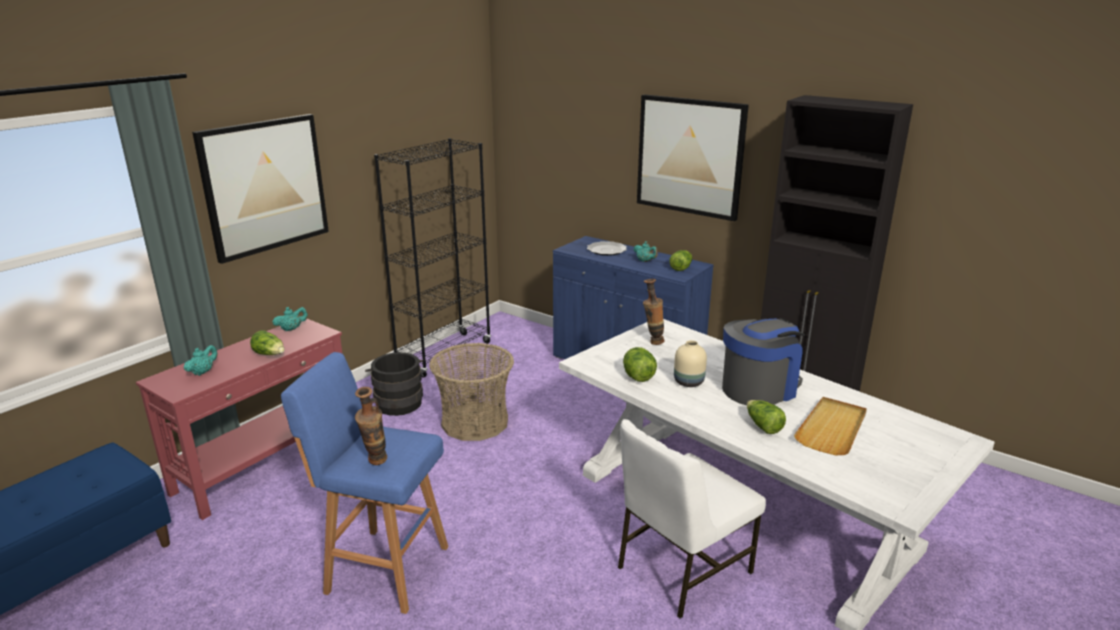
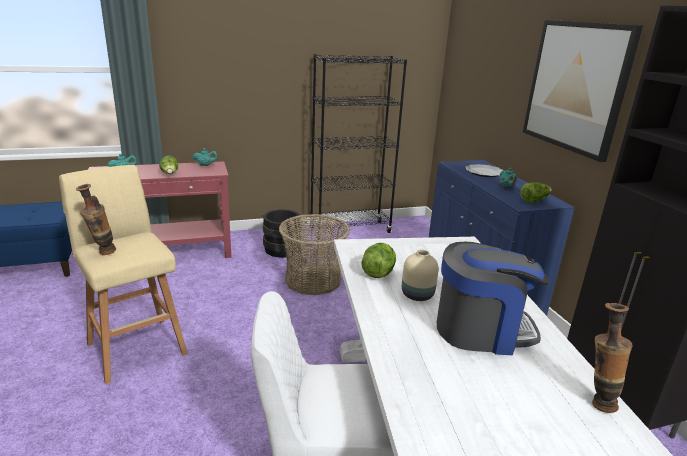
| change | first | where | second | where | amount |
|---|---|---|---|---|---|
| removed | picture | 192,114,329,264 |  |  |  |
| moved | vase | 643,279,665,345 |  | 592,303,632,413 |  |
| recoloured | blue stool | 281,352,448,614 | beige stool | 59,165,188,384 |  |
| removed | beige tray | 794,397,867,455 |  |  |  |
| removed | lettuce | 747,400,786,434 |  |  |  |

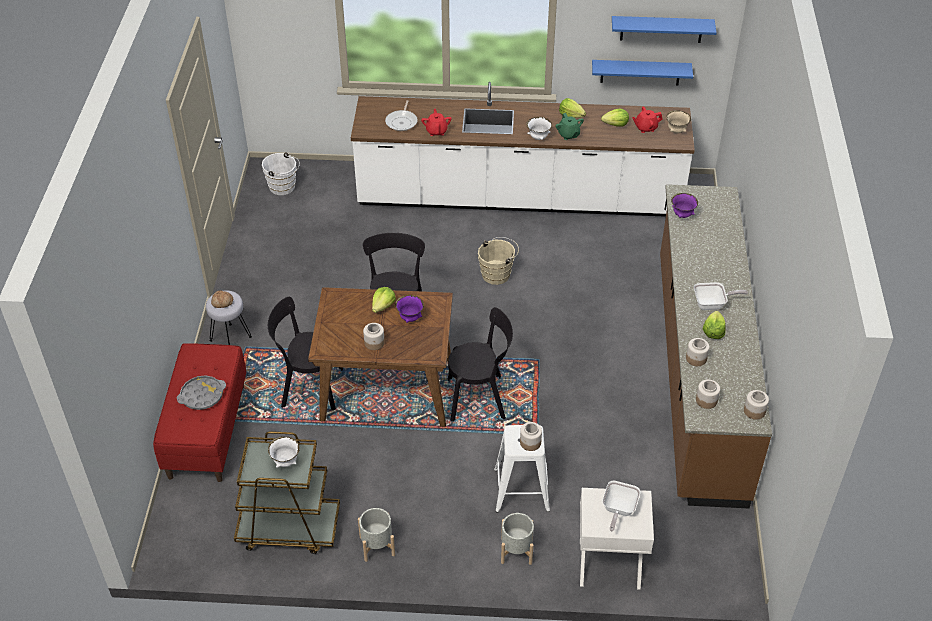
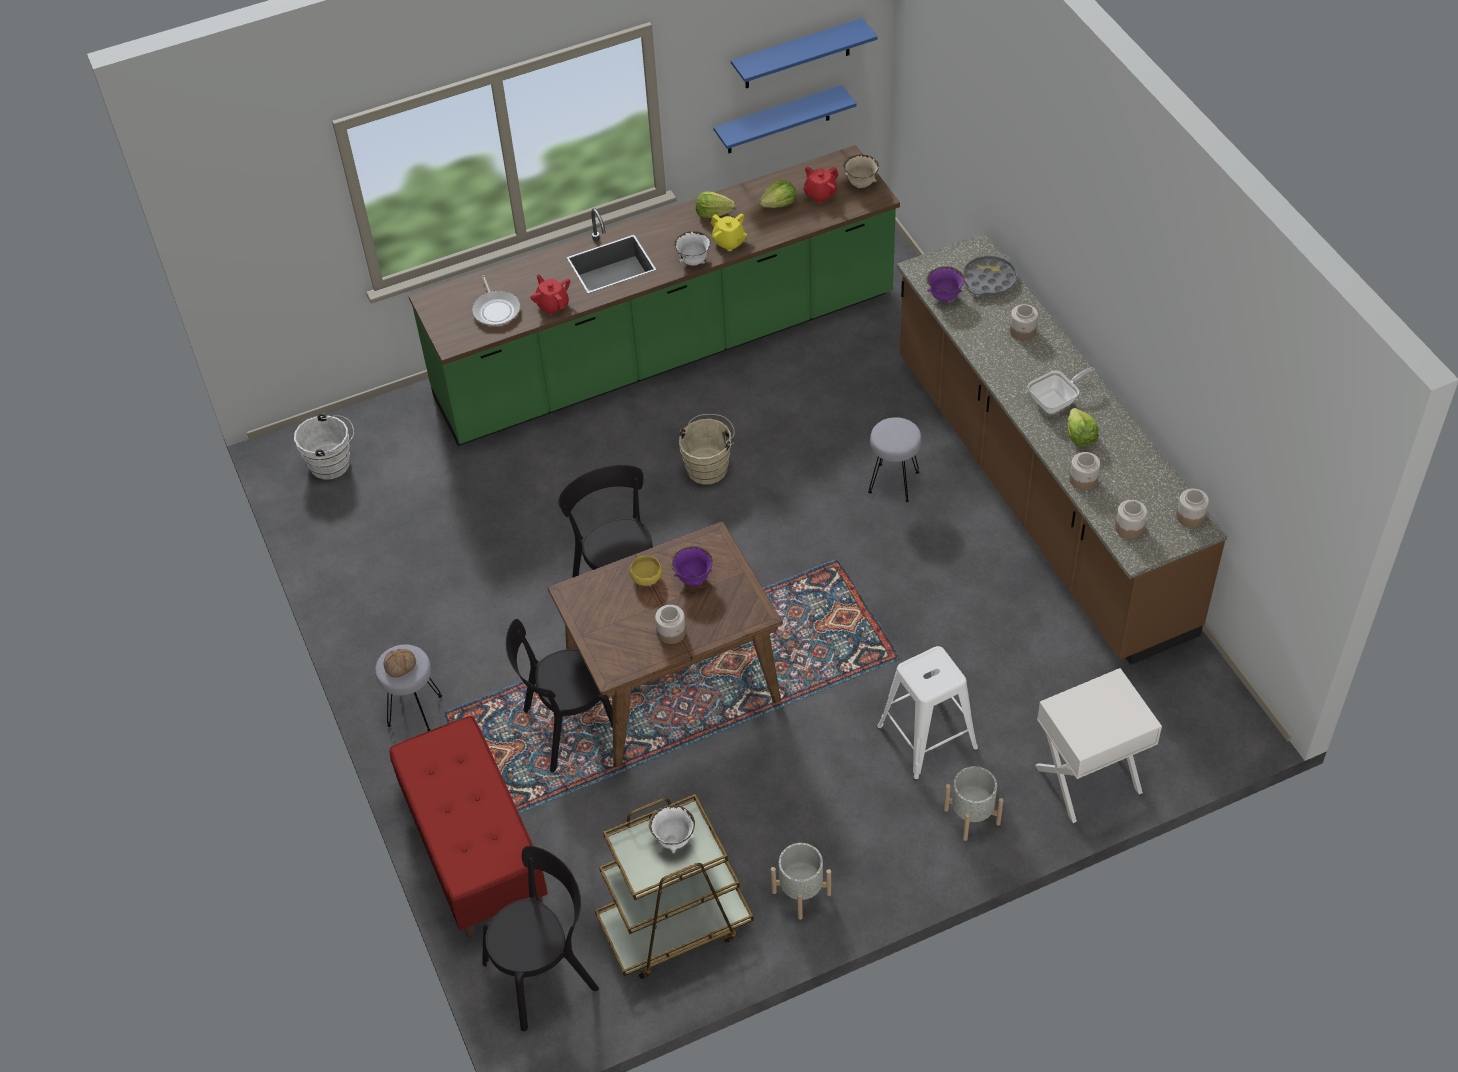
| change | first | where | second | where | amount |
|---|---|---|---|---|---|
| recoloured | white counter | 351,82,695,217 | green counter | 408,145,900,446 |  |
| recoloured | green teapot | 556,113,584,140 | yellow teapot | 711,214,747,251 |  |
| replaced | lettuce | 372,287,396,313 | yellow bowl | 630,556,662,586 |  |
| moved | black chair | 448,307,513,421 |  | 482,846,599,1031 |  |
| moved | grey tray | 177,375,226,410 |  | 962,254,1017,296 |  |
| moved | jar | 520,422,542,451 |  | 1010,304,1038,340 |  |
| removed | frying pan | 602,481,641,531 |  |  |  |
| added |  |  | grey stool | 868,417,922,502 |  |

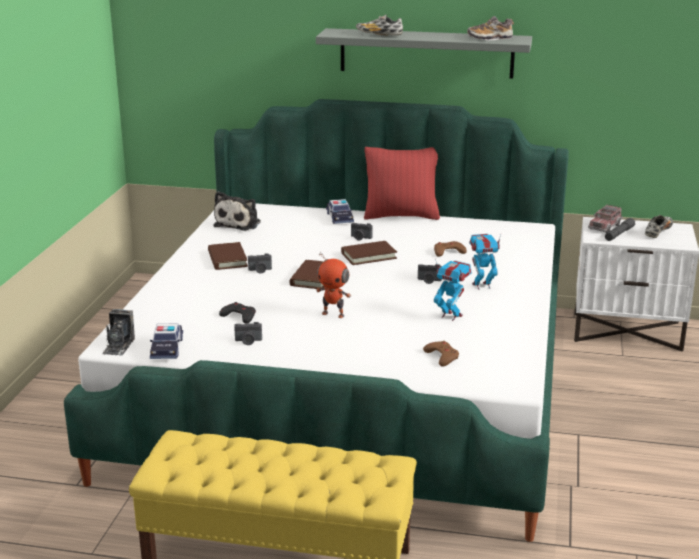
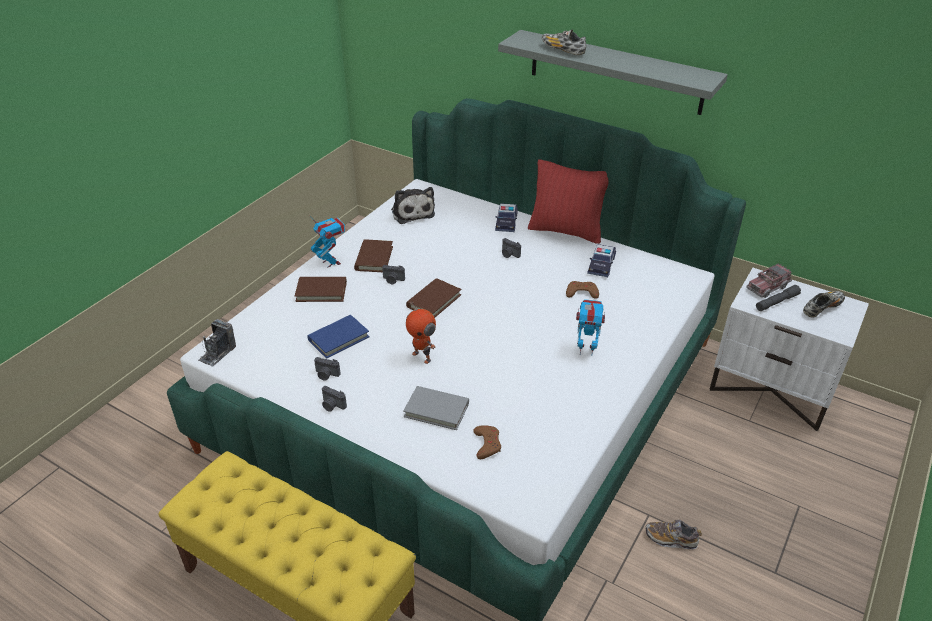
| change | first | where | second | where | amount |
|---|---|---|---|---|---|
| moved | shoe | 467,16,514,40 |  | 645,519,702,550 |  |
| turned | plush toy | 214,191,261,231 |  | 391,187,435,224 | 60 degrees counterclockwise |
| moved | brown book | 341,241,397,265 |  | 295,277,347,302 |  |
| moved | toy robot | 434,259,472,321 |  | 310,216,345,267 |  |
| moved | photo camera | 418,264,442,284 |  | 322,386,347,412 |  |
| replaced | black game controller | 219,302,256,324 | blue book | 307,315,370,359 |  |
| moved | toy car | 150,324,183,359 |  | 587,244,616,277 |  |
| added |  |  | grey book | 403,386,469,430 |  |

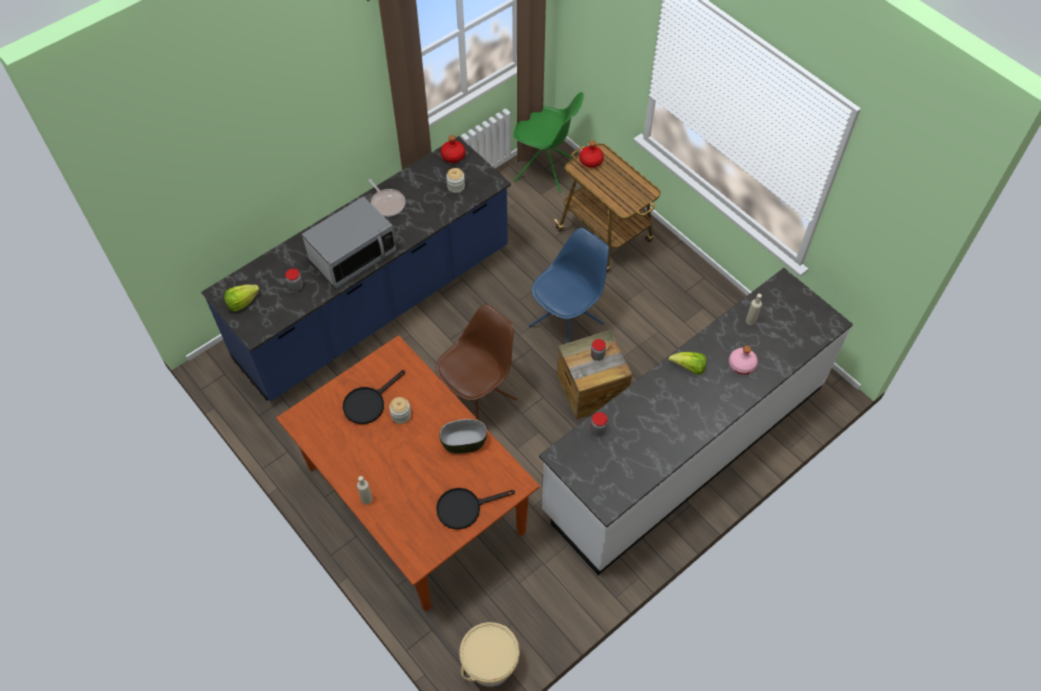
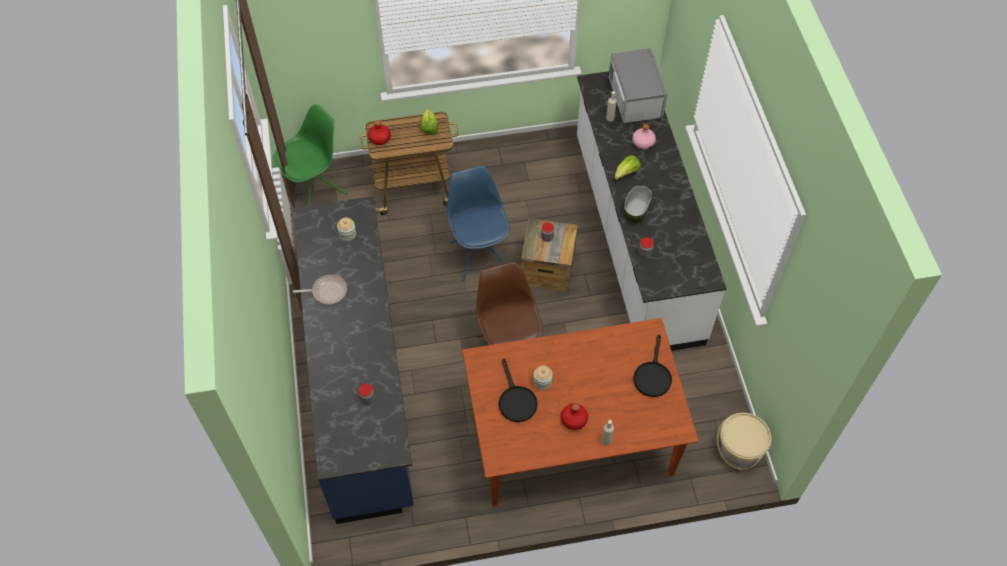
| change | first | where | second | where | amount |
|---|---|---|---|---|---|
| moved | red bottle | 441,135,466,163 |  | 561,403,588,430 |  |
| moved | microwave | 302,196,396,288 |  | 609,48,668,123 |  |
| moved | lettuce | 224,285,260,311 |  | 420,108,438,135 |  |
| moved | bowl | 439,419,487,454 |  | 623,185,652,224 |  |

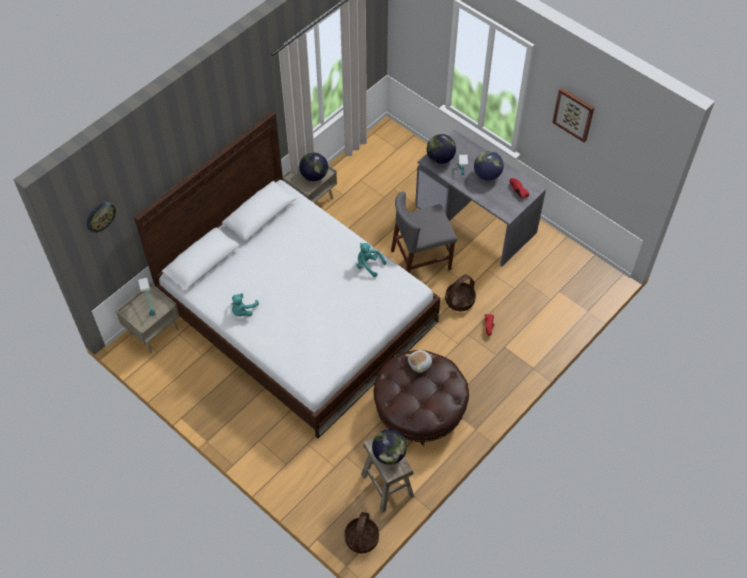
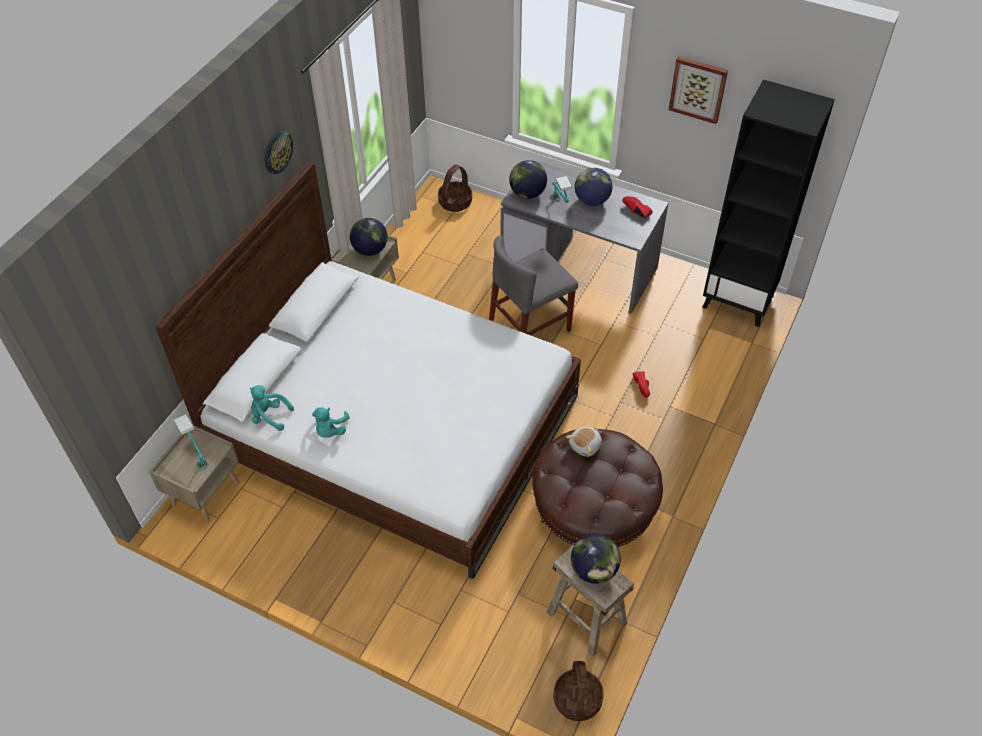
| change | first | where | second | where | amount |
|---|---|---|---|---|---|
| moved | wall clock | 87,202,116,233 |  | 265,131,293,174 |  |
| moved | turquoise plush toy | 357,243,386,277 |  | 250,385,294,431 |  |
| moved | basket | 445,274,476,311 |  | 438,164,472,212 |  |
| added |  |  | black bookcase | 702,79,835,327 |  |

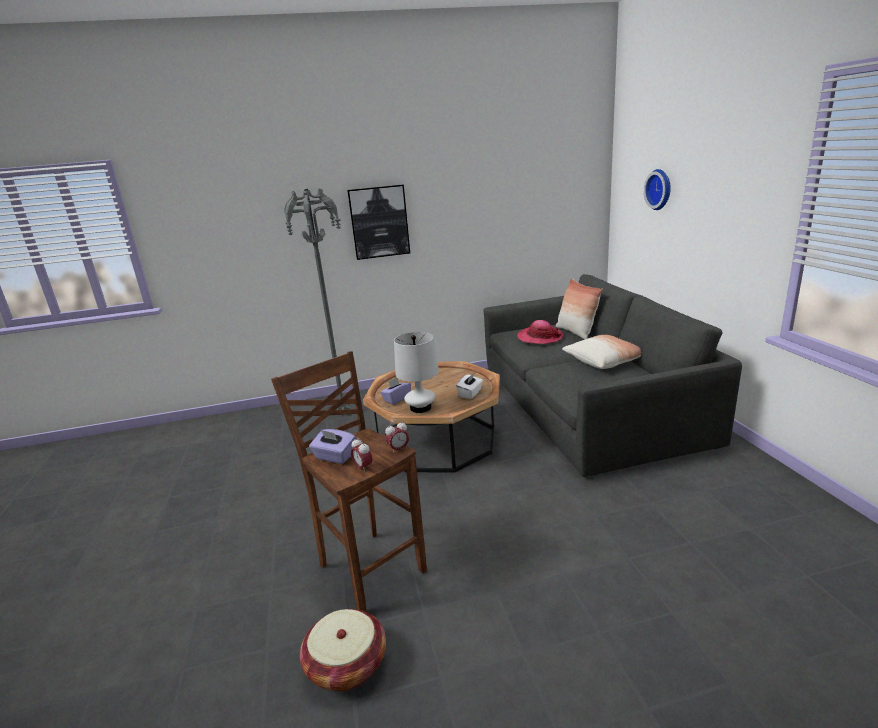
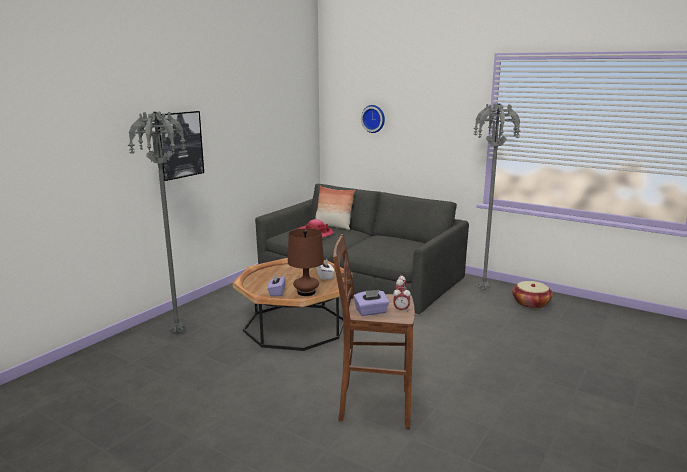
| change | first | where | second | where | amount |
|---|---|---|---|---|---|
| recoloured | white table lamp | 394,332,439,413 | brown table lamp | 288,228,324,296 |  |
| removed | pillow | 562,335,641,369 |  |  |  |
| moved | basket | 300,609,386,691 |  | 512,281,553,309 |  |
| added |  |  | grey floor lamp | 473,103,521,290 |  |

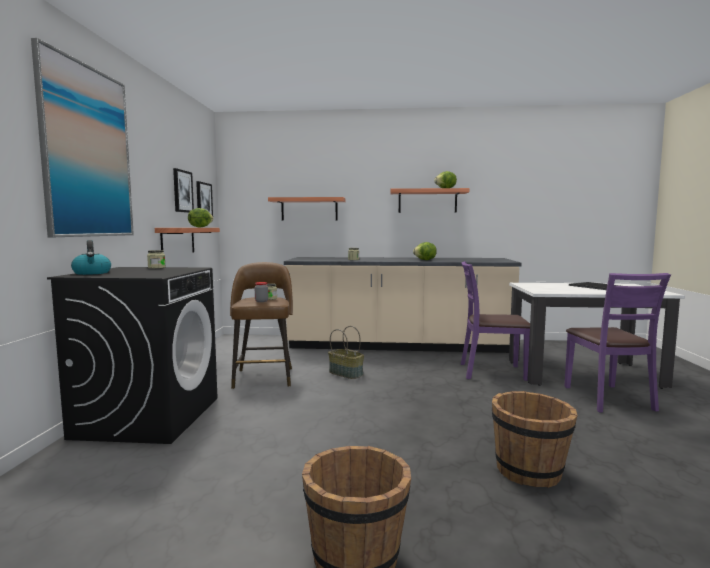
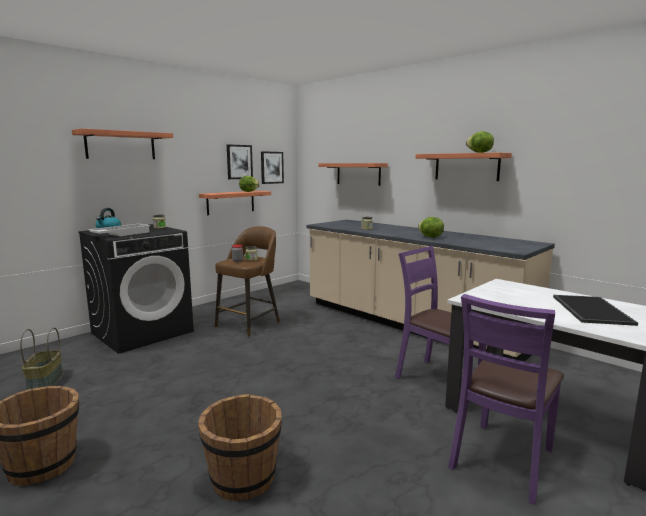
| change | first | where | second | where | amount |
|---|---|---|---|---|---|
| replaced | picture | 31,38,134,237 | shelf | 72,128,173,159 |  |
| moved | basket | 328,326,364,379 |  | 20,327,63,390 |  |
| added |  |  | white tray | 88,224,151,236 |  |

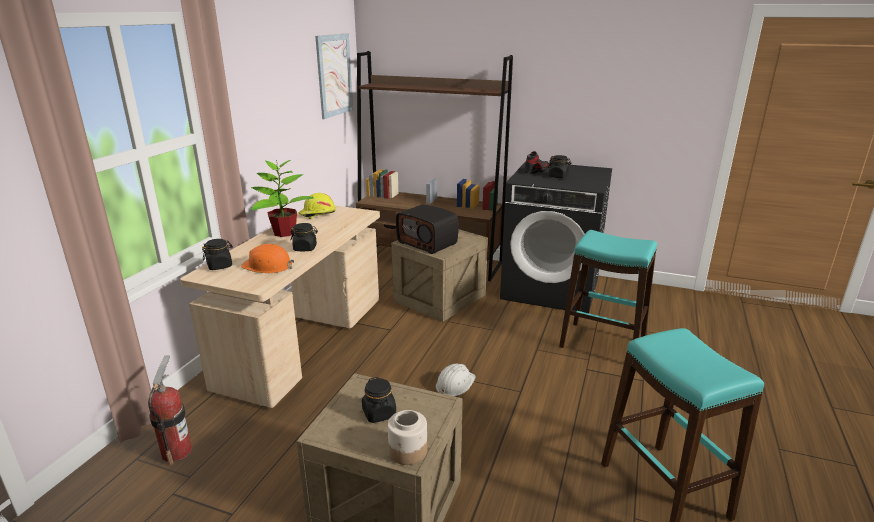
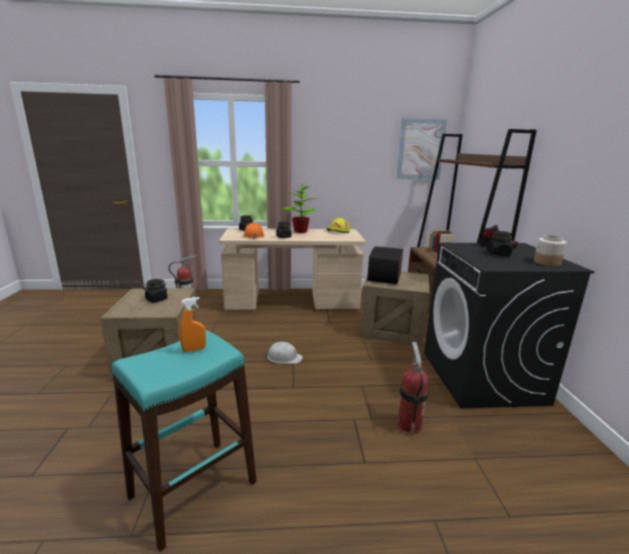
| change | first | where | second | where | amount |
|---|---|---|---|---|---|
| replaced | turquoise stool | 559,230,657,348 | fire extinguisher | 398,342,428,436 |  |
| moved | jar | 388,410,427,465 |  | 534,235,567,266 |  |
| added |  |  | orange spray bottle | 179,297,206,352 |  |

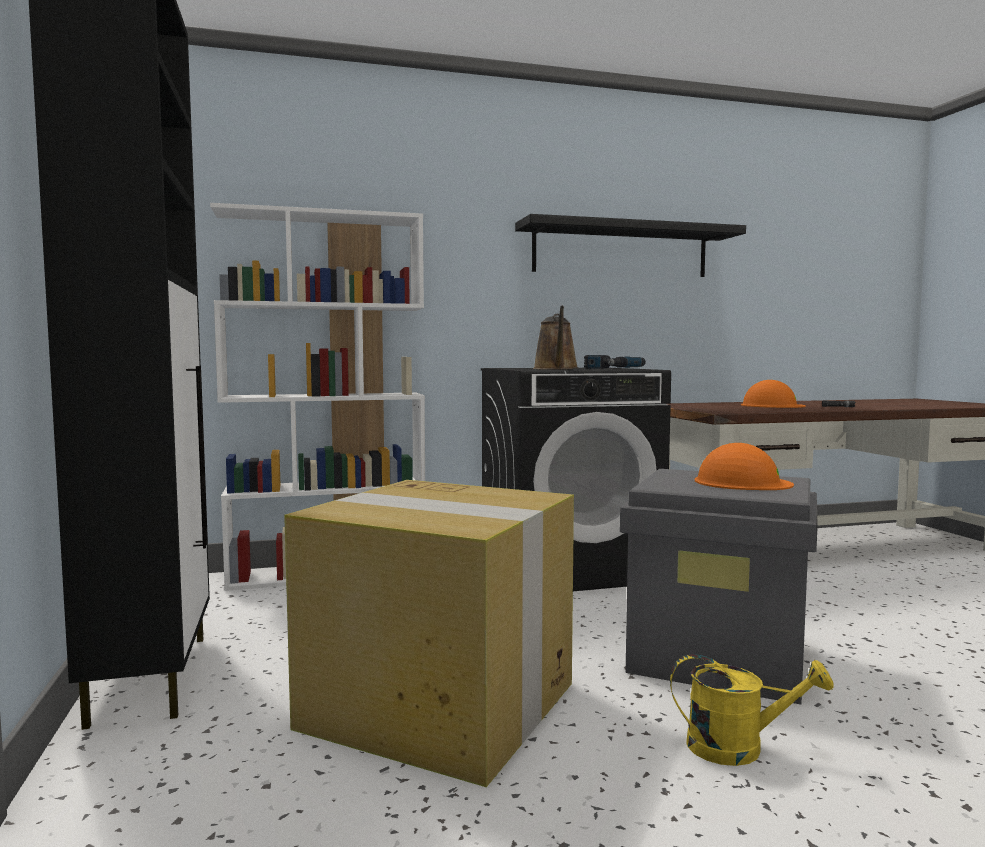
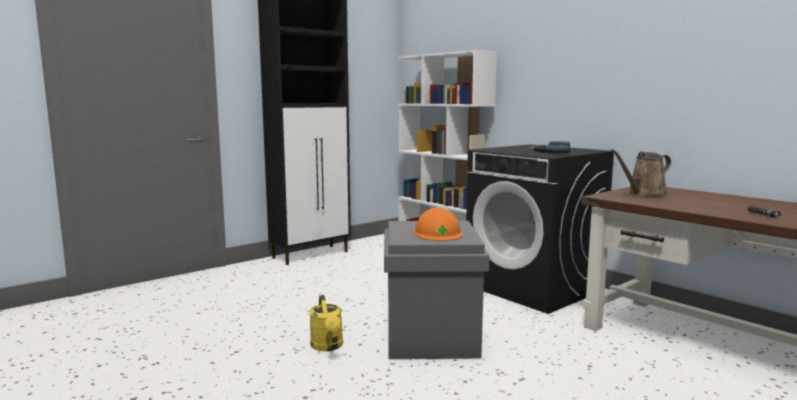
| change | first | where | second | where | amount |
|---|---|---|---|---|---|
| removed | black shelf | 515,214,746,277 |  |  |  |
| moved | brown watering can | 533,306,578,370 |  | 611,149,671,197 |  |
| removed | orange hard hat | 741,380,806,408 |  |  |  |
| removed | cardboard box | 284,480,574,787 |  |  |  |

